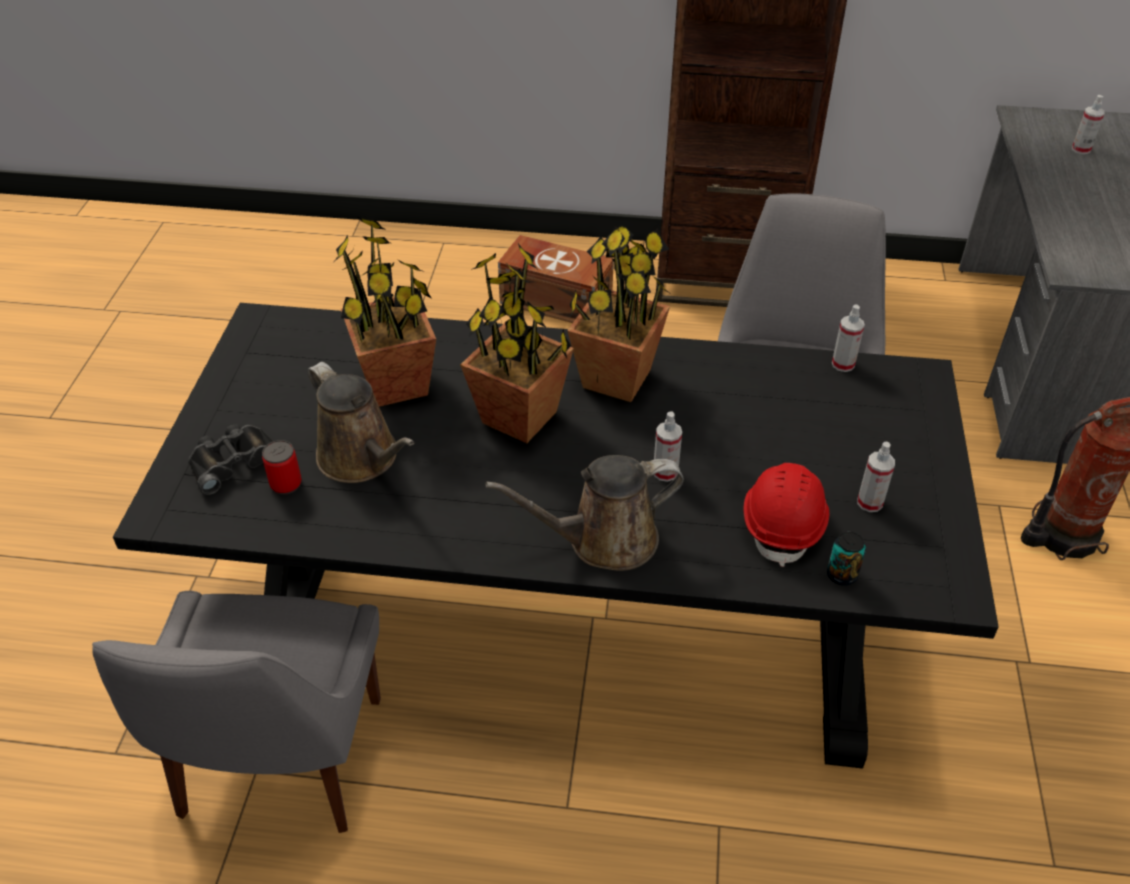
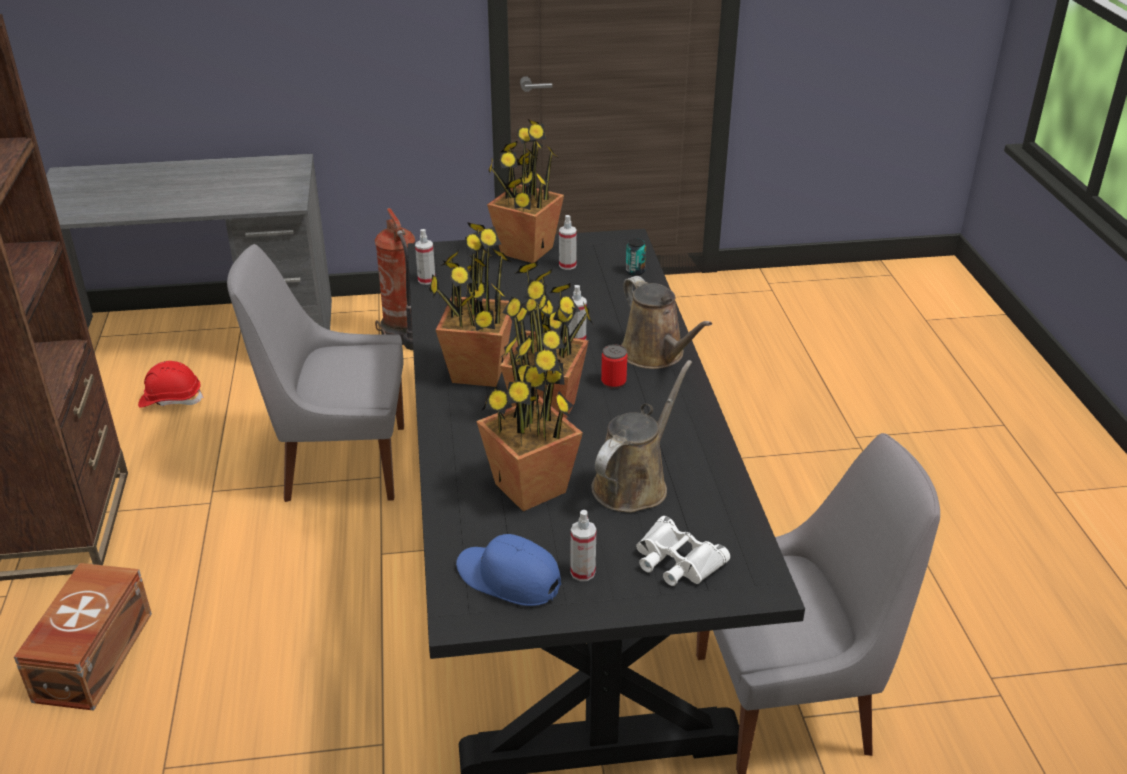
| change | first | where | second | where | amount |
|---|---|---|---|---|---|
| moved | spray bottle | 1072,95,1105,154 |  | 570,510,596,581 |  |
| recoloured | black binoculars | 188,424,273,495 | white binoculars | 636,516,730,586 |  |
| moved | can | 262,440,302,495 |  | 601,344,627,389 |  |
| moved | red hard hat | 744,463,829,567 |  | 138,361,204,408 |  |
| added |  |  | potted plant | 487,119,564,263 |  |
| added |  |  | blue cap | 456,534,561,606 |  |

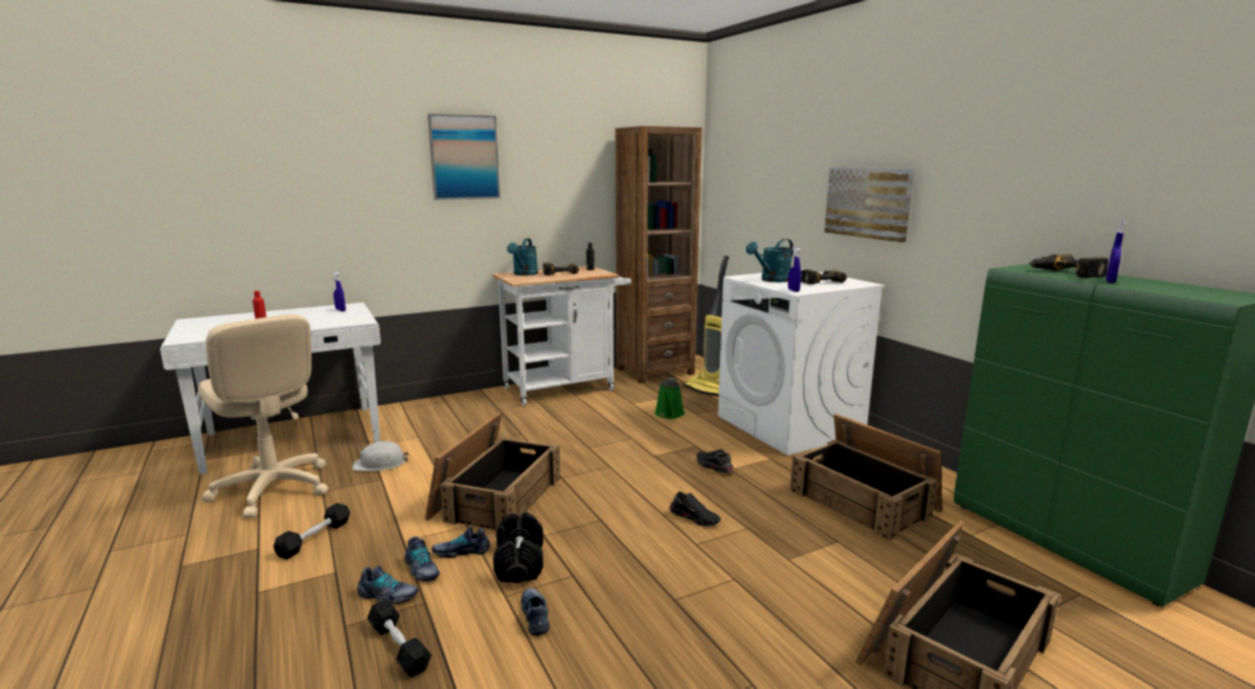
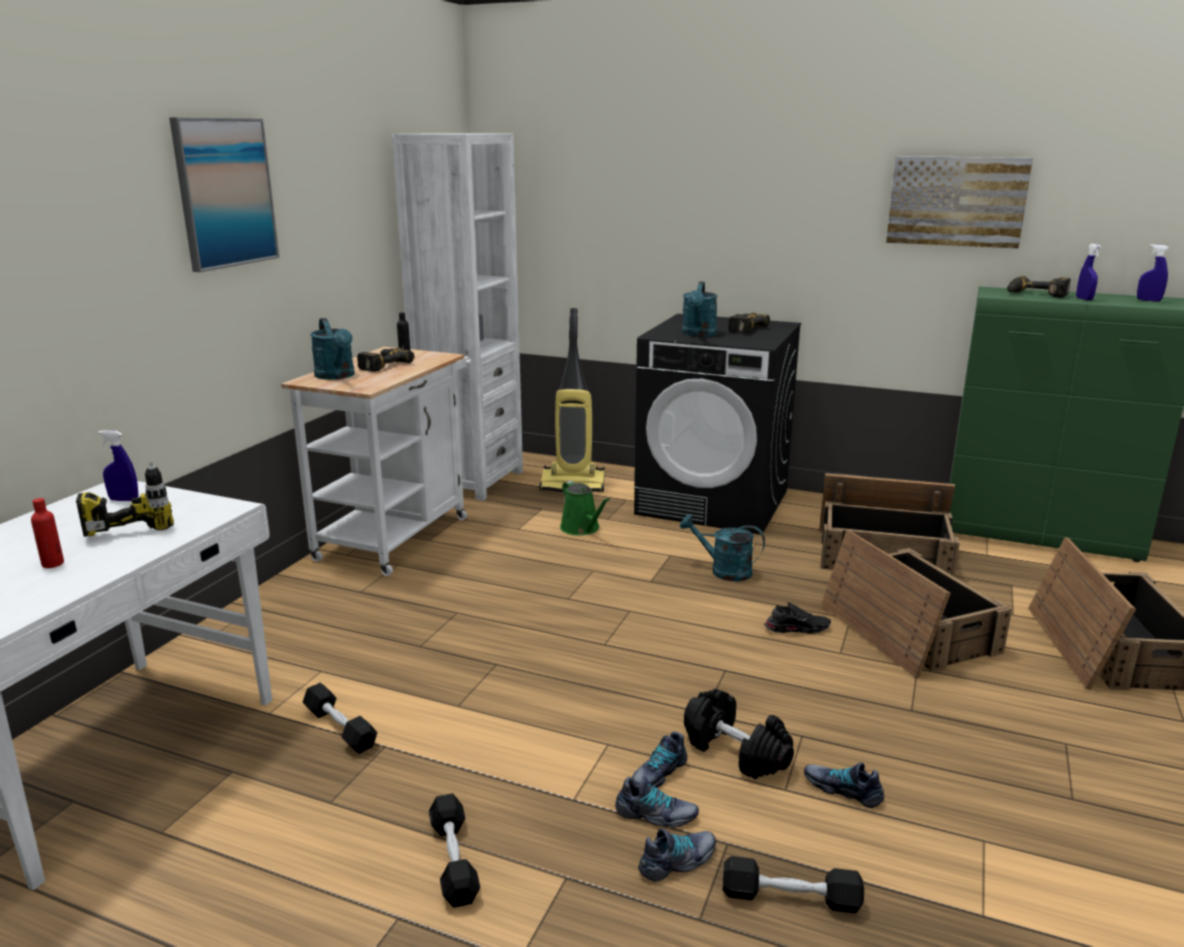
| change | first | where | second | where | amount |
|---|---|---|---|---|---|
| recoloured | brown bookcase | 615,126,702,384 | white bookcase | 392,133,523,501 |  |
| moved | picture | 825,167,914,243 |  | 886,156,1033,248 |  |
| moved | blue spray bottle | 788,247,801,292 |  | 1137,244,1169,302 |  |
| recoloured | white washing machine | 718,269,885,455 | black washing machine | 634,314,801,535 |  |
| removed | beige office chair | 198,314,329,518 |  |  |  |
| moved | crate | 425,412,560,532 |  | 821,530,1012,678 |  |
| replaced | white hard hat | 352,441,409,471 | black dumbbell | 302,682,377,754 |  |
| replaced | black shoe | 697,449,733,473 | turquoise watering can | 680,514,765,582 |  |
| added |  |  | power drill | 76,462,174,537 |  |

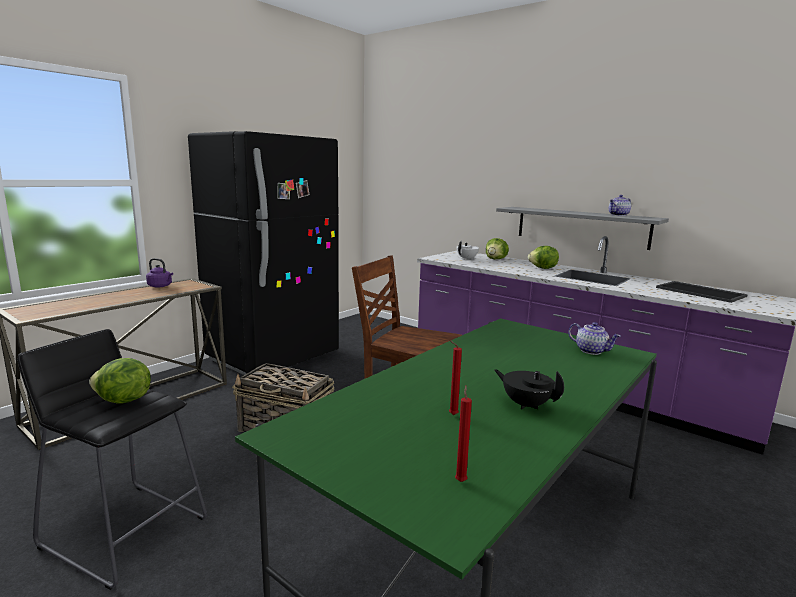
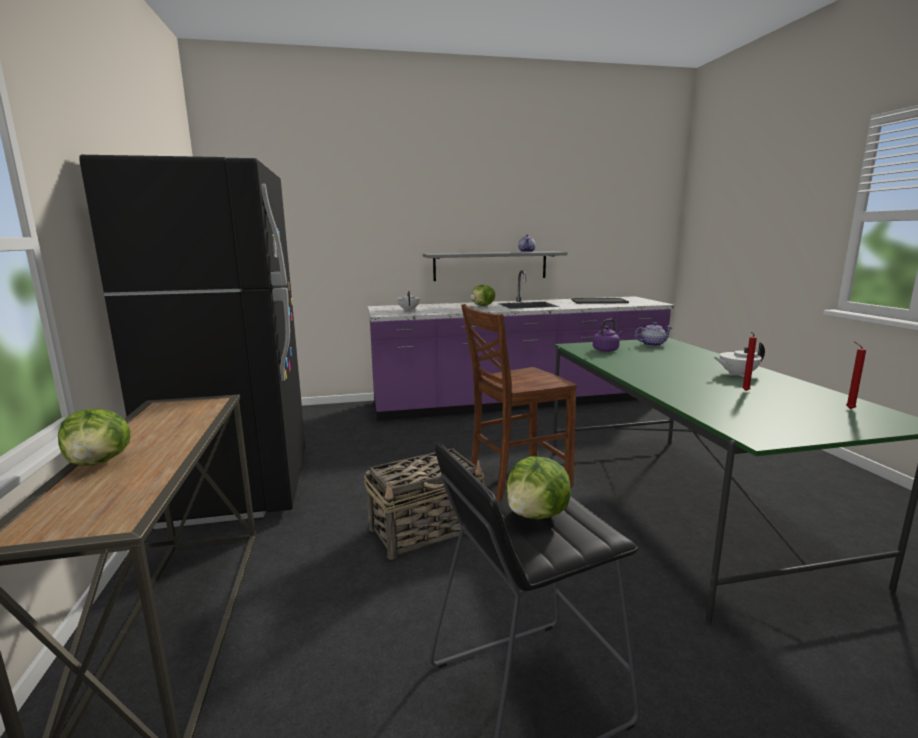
| change | first | where | second | where | amount |
|---|---|---|---|---|---|
| moved | lettuce | 486,238,509,259 |  | 58,409,131,466 |  |
| moved | purple kettle | 146,258,173,288 |  | 593,319,622,352 |  |
| recoloured | black teapot | 494,369,564,409 | white teapot | 714,342,765,377 |  |

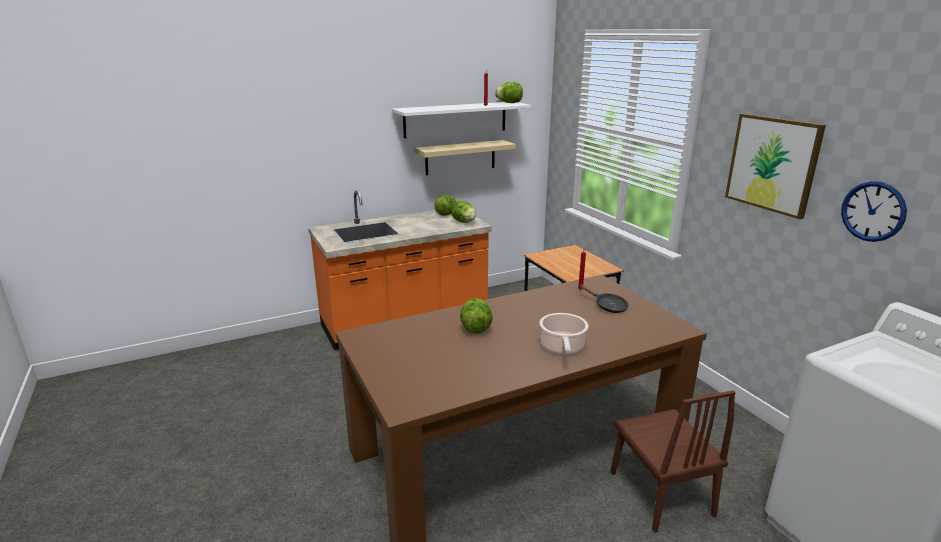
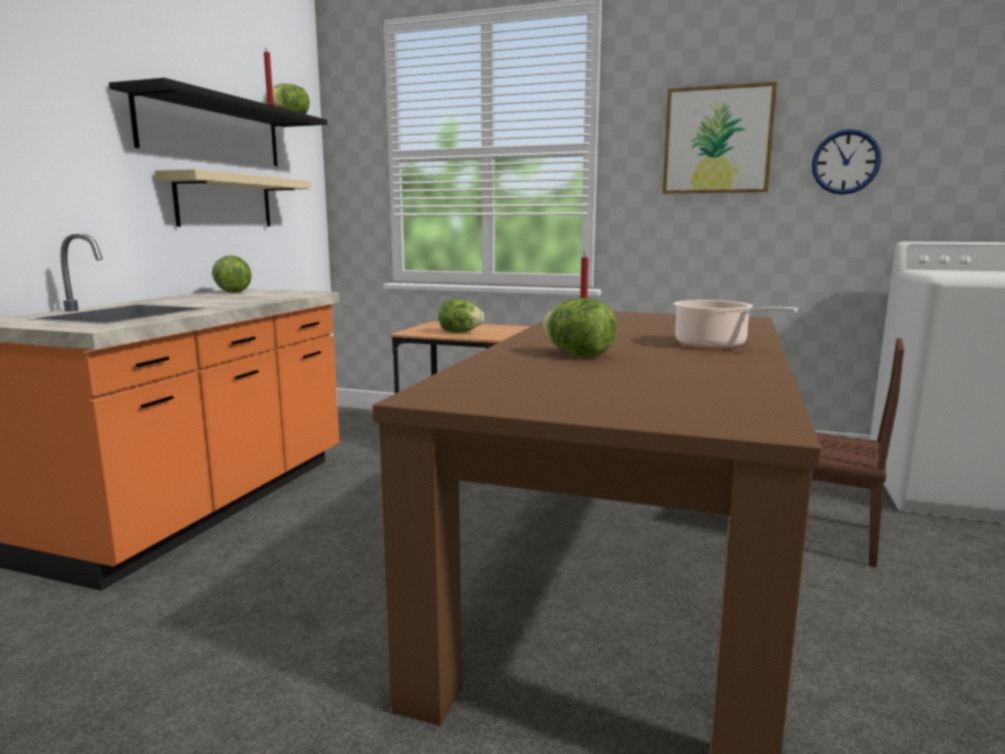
| change | first | where | second | where | amount |
|---|---|---|---|---|---|
| recoloured | white shelf | 392,102,531,138 | black shelf | 109,78,328,166 |  |
| moved | lettuce | 451,201,476,223 |  | 438,299,484,333 |  |
| removed | black frying pan | 580,284,629,313 |  |  |  |

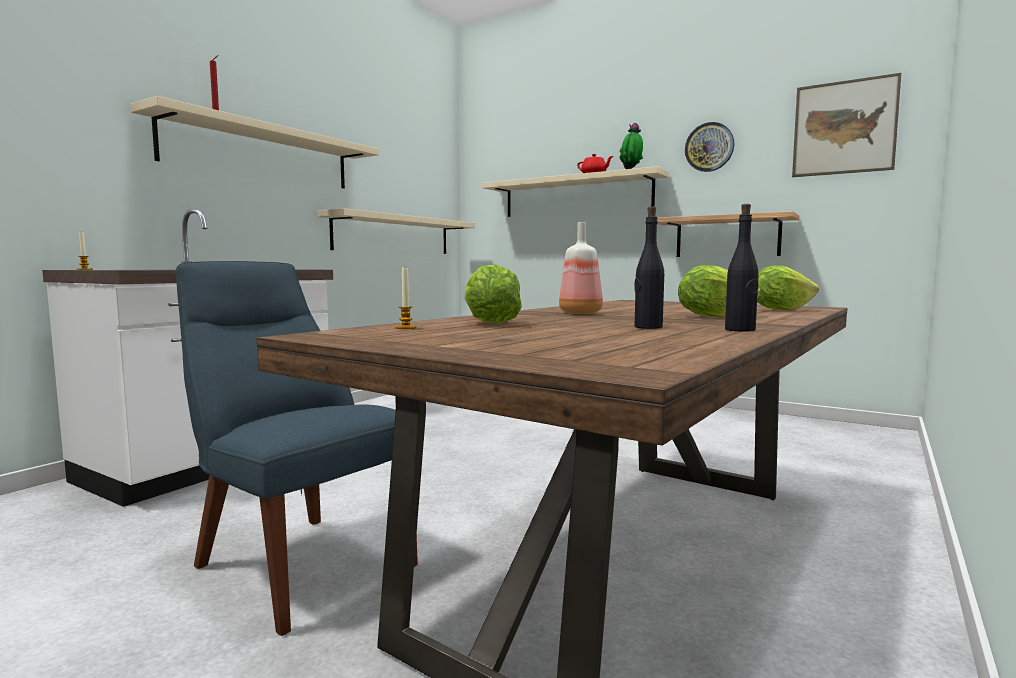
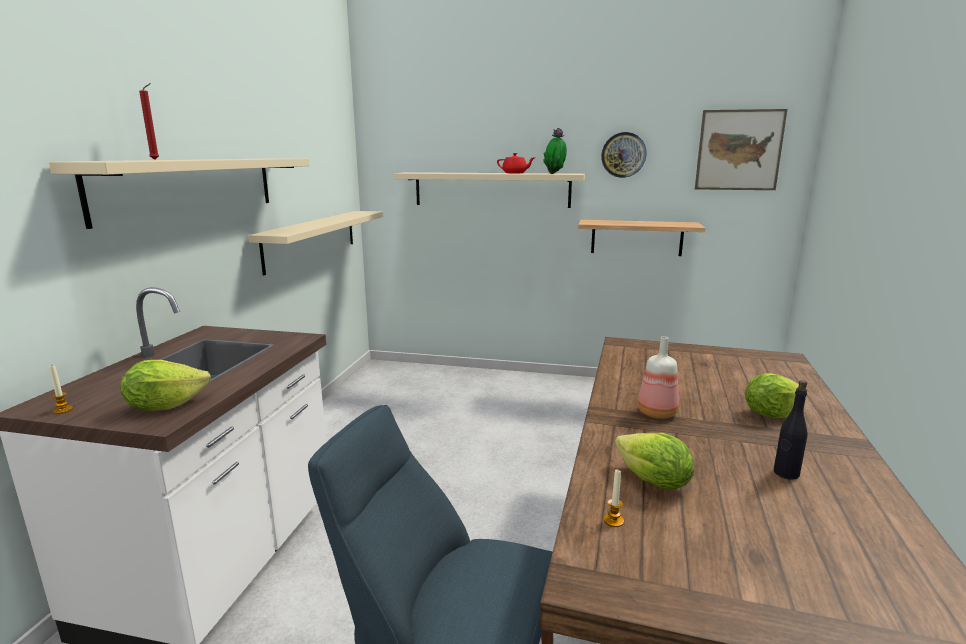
| change | first | where | second | where | amount |
|---|---|---|---|---|---|
| removed | black bottle | 725,204,759,332 |  |  |  |
| moved | lettuce | 757,265,819,311 |  | 121,360,211,411 |  |

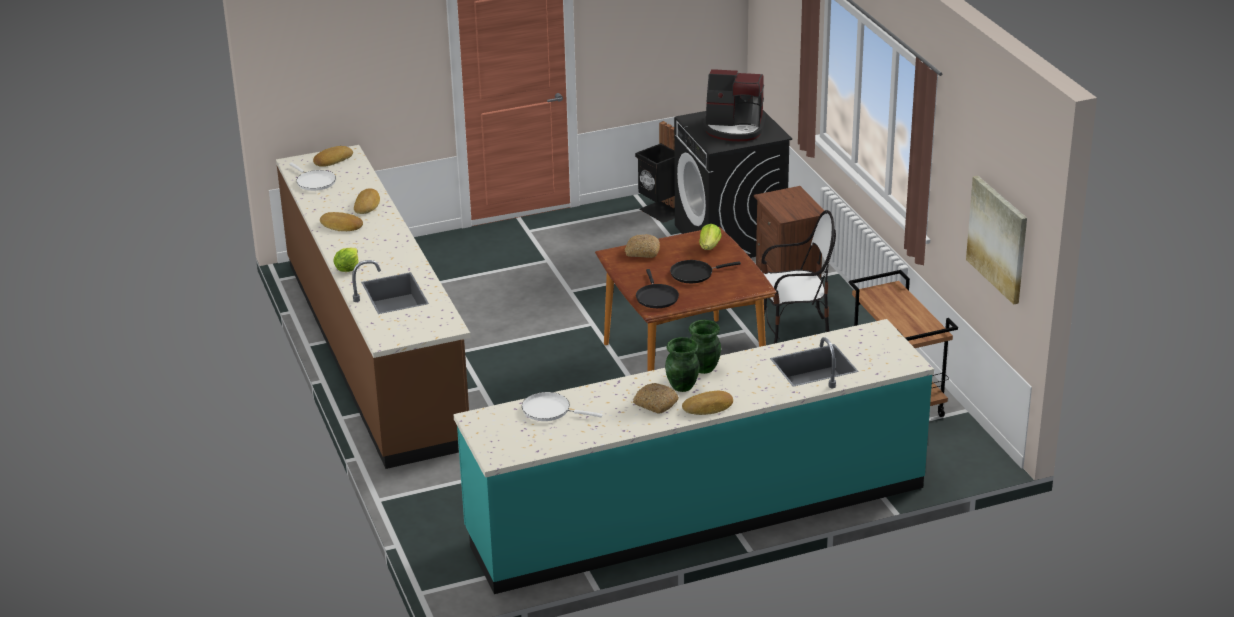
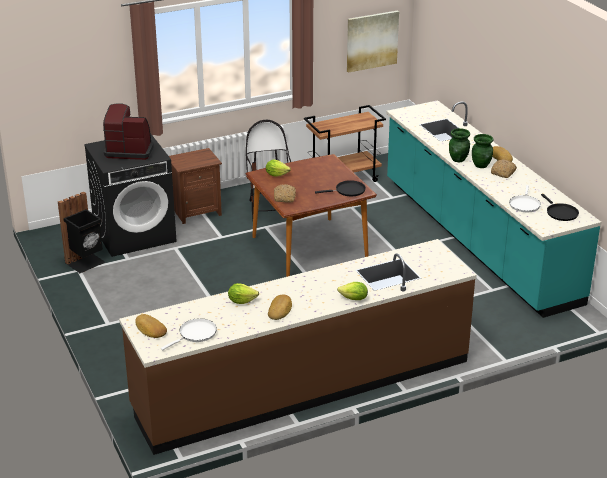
| change | first | where | second | where | amount |
|---|---|---|---|---|---|
| turned | coffee machine | 703,69,766,141 |  | 103,103,154,160 | 90 degrees counterclockwise |
| replaced | bread | 354,188,380,214 | lettuce | 228,283,259,304 |  |
| moved | black frying pan | 670,260,741,283 |  | 541,194,579,221 |  |

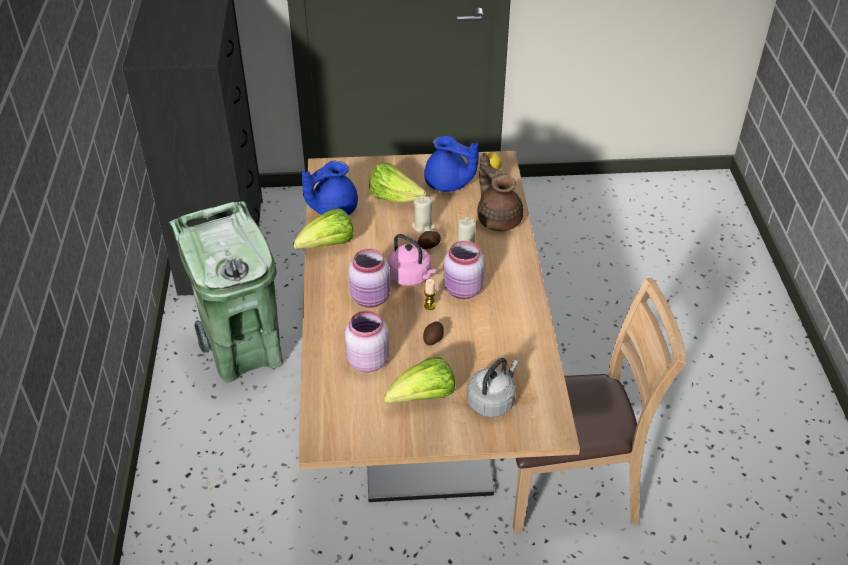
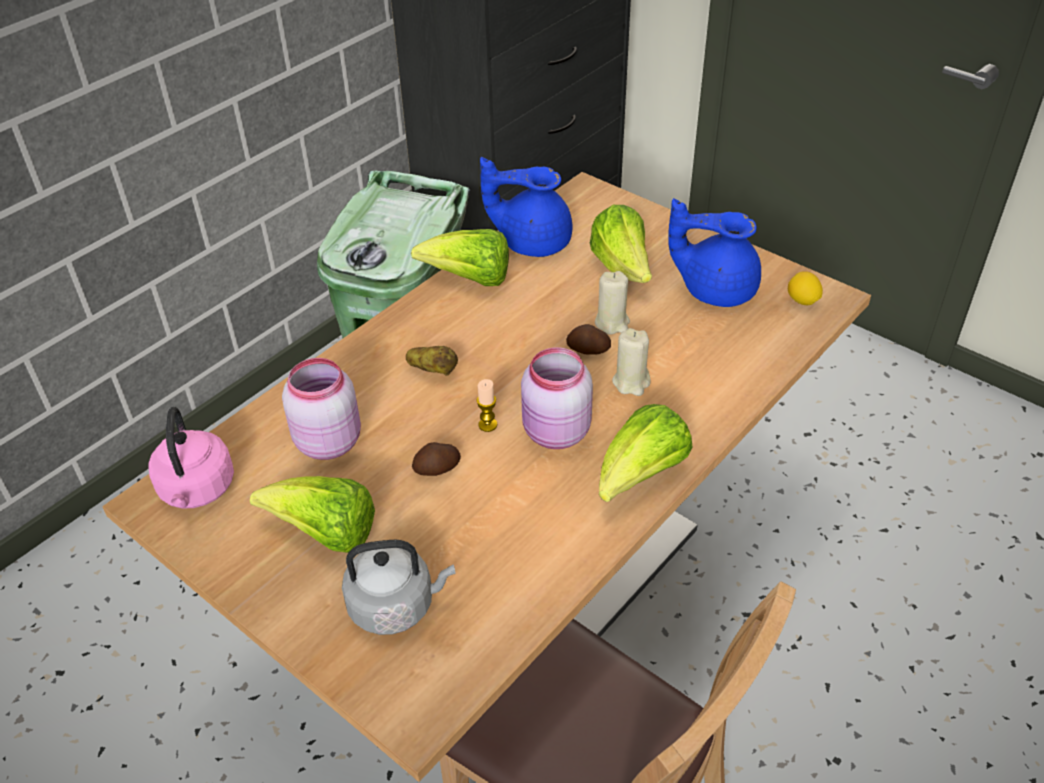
| change | first | where | second | where | amount |
|---|---|---|---|---|---|
| turned | blue teapot | 424,136,479,192 |  | 668,198,761,307 | 120 degrees clockwise |
| removed | brown teapot | 477,153,524,231 |  |  |  |
| moved | pink kettle | 388,234,436,286 |  | 148,407,234,508 |  |
| replaced | pink jar | 348,249,390,308 | potato | 406,346,458,376 |  |
| added |  |  | lettuce | 599,404,692,502 |  |

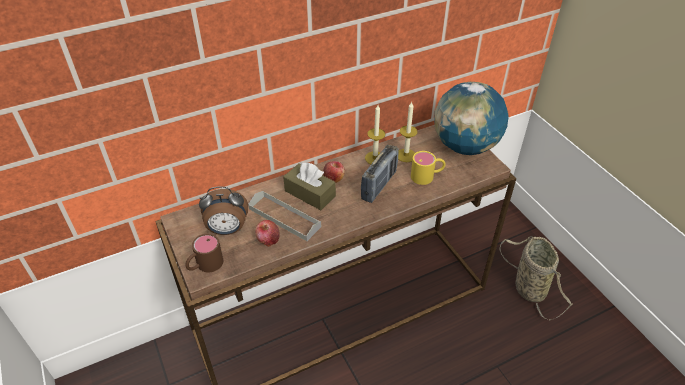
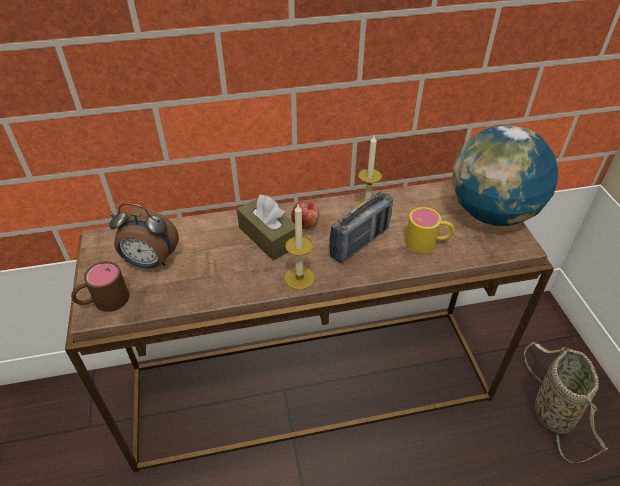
| change | first | where | second | where | amount |
|---|---|---|---|---|---|
| moved | candle | 398,101,418,162 |  | 285,204,315,290 |  |
| removed | grey tray | 248,191,321,241 |  |  |  |
| removed | apple | 255,220,280,247 |  |  |  |

